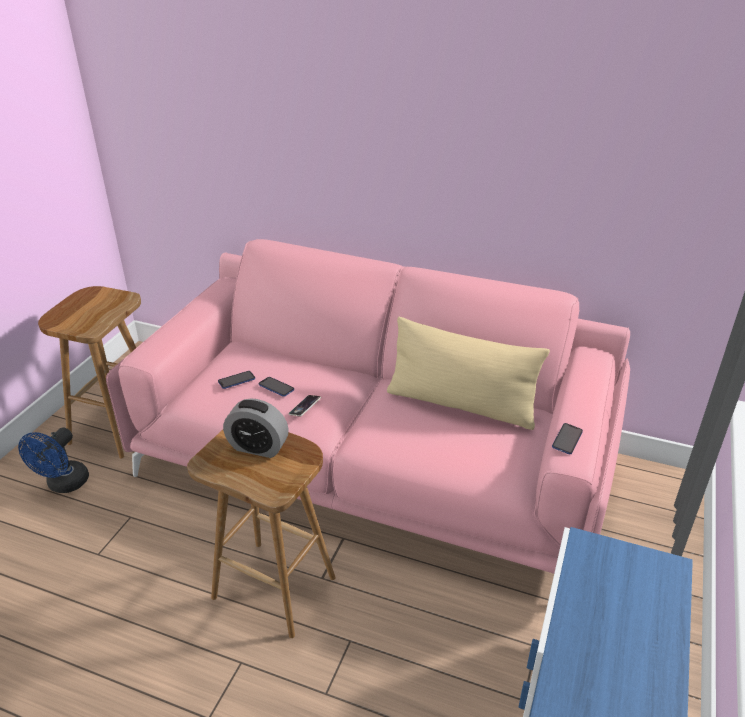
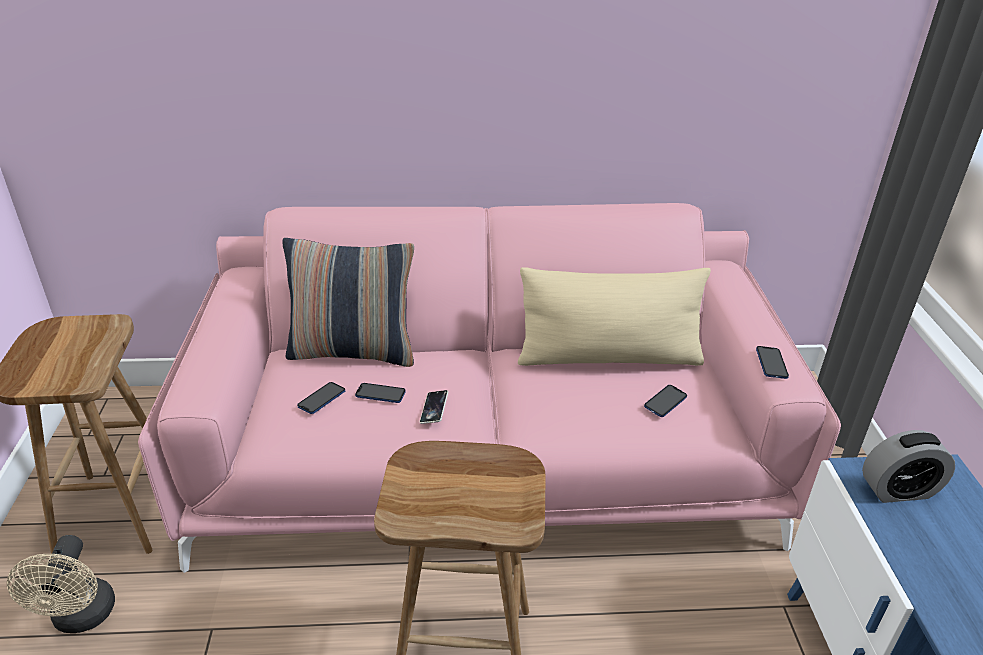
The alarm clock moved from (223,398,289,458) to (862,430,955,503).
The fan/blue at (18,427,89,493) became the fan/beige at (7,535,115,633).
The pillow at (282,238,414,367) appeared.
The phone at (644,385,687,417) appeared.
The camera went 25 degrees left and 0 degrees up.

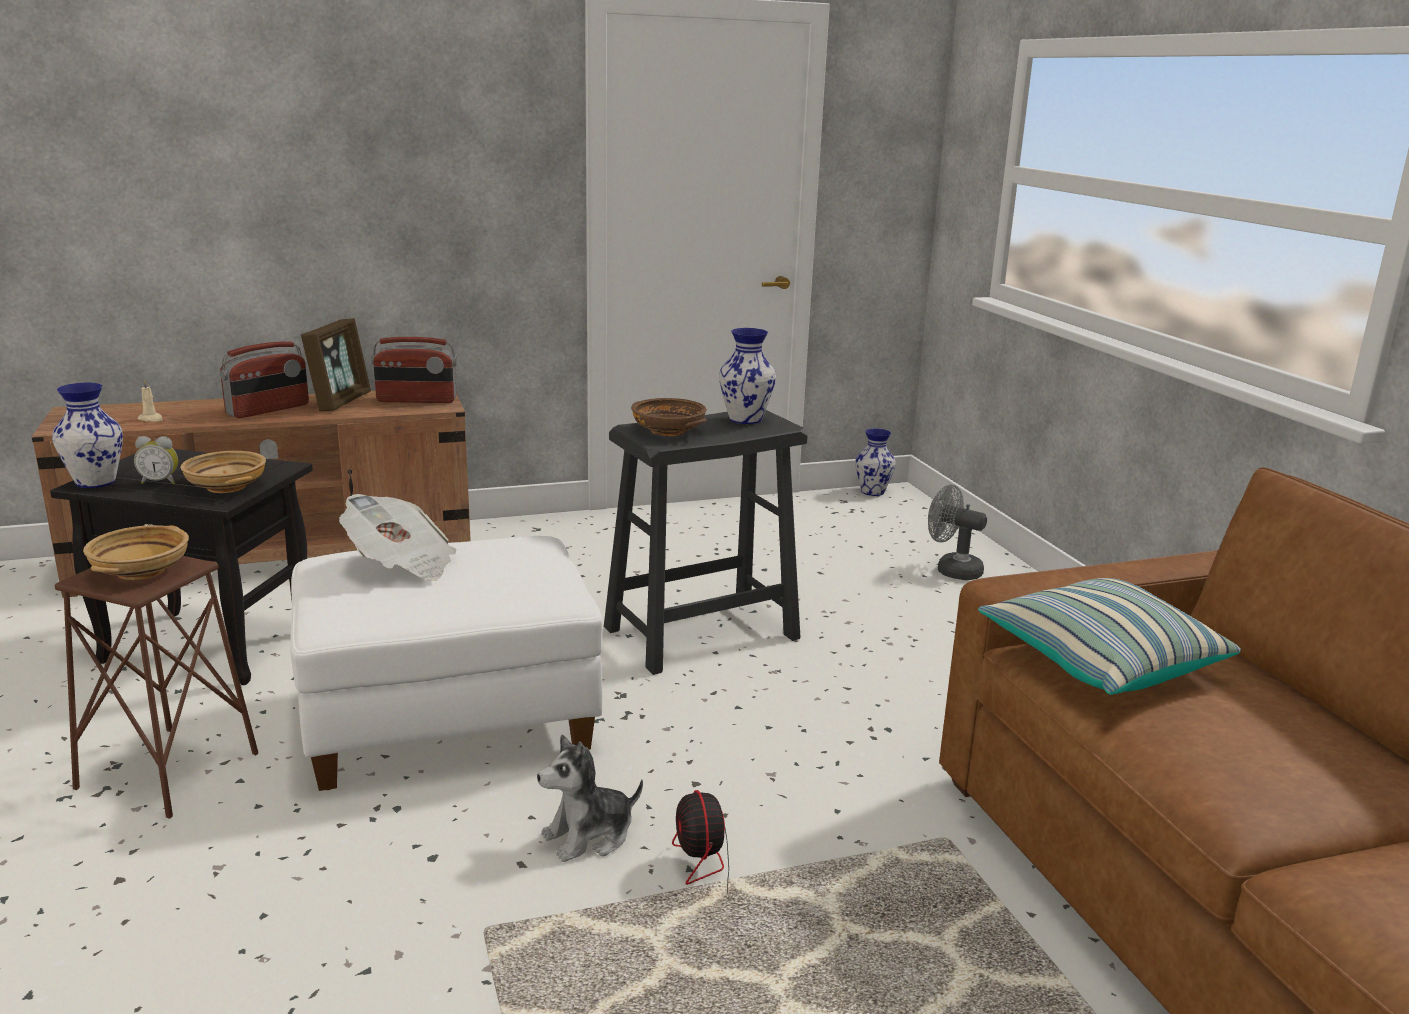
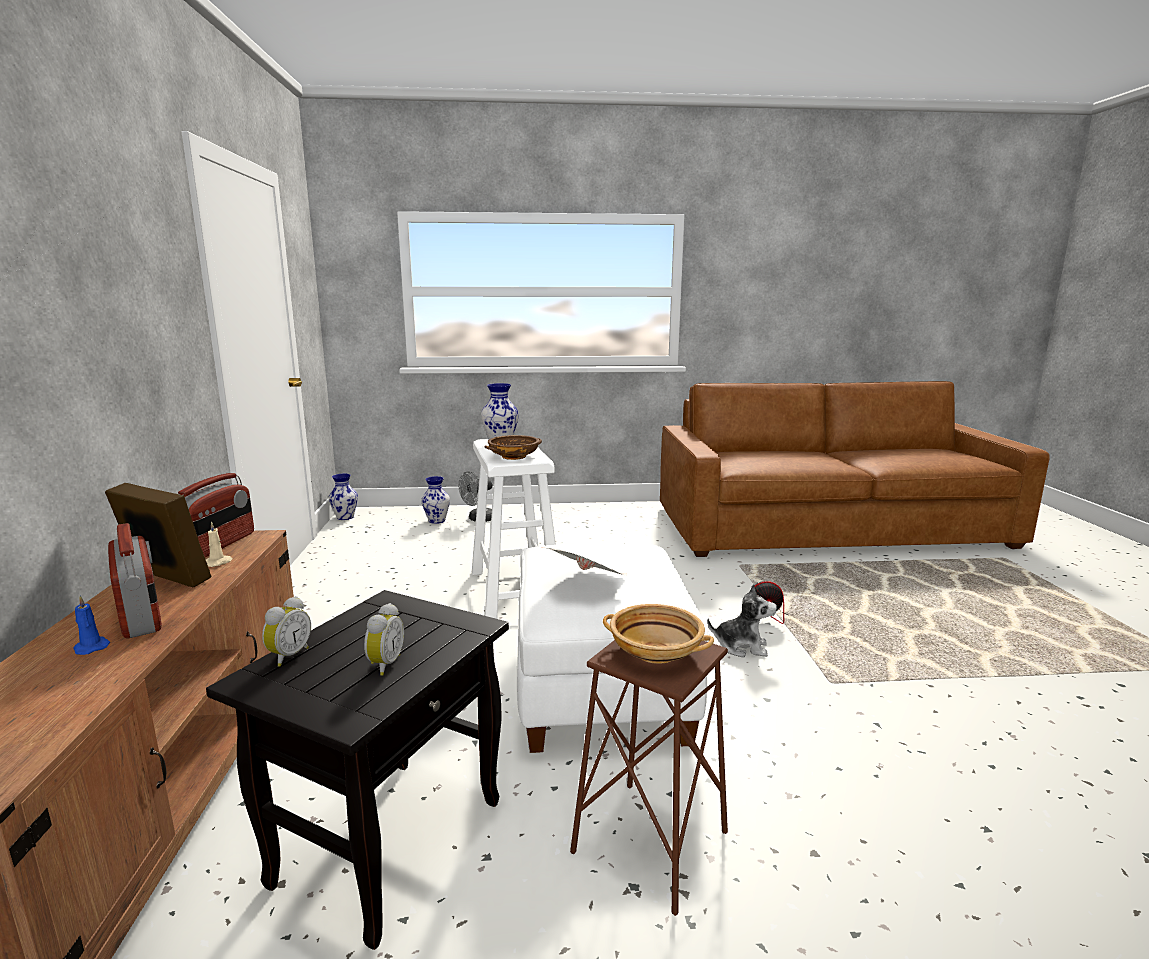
The candle/beige moved from (137,379,163,422) to (206,521,232,567).
The vase moved from (52,383,123,488) to (421,476,450,524).
The stool/black at (604,410,808,675) became the stool/white at (472,439,556,619).
The bowl/beige at (180,451,266,493) disappeared.
The pillow at (978,578,1241,695) disappeared.
The plush toy at (537,734,643,862) turned 60 degrees counterclockwise.
The candle/blue at (73,595,110,655) appeared.
The alarm clock at (262,596,311,667) appeared.
The camera went 75 degrees left and 5 degrees down.

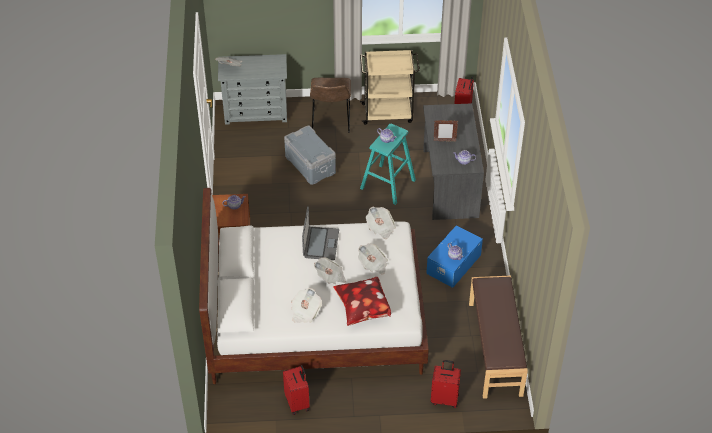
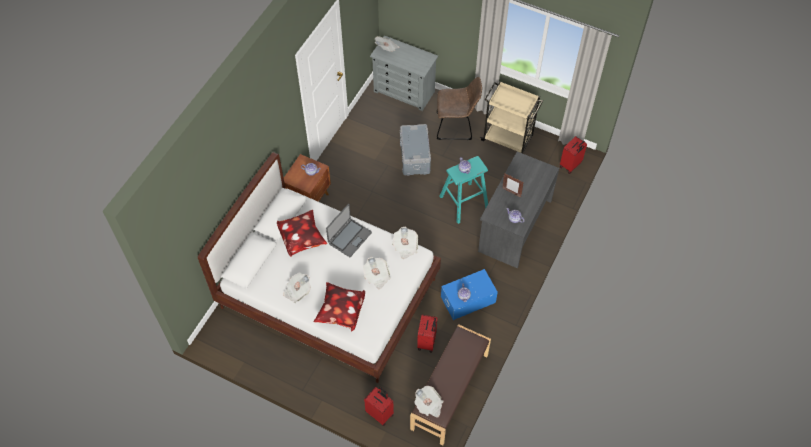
The chair/brown at (310,78,351,133) turned 120 degrees counterclockwise.
The newspaper moved from (314,257,346,284) to (415,386,443,418).
The suitcase/red moved from (283,365,310,415) to (417,315,437,352).
The pillow at (277,210,327,257) appeared.
The camera went 30 degrees right and 10 degrees up.

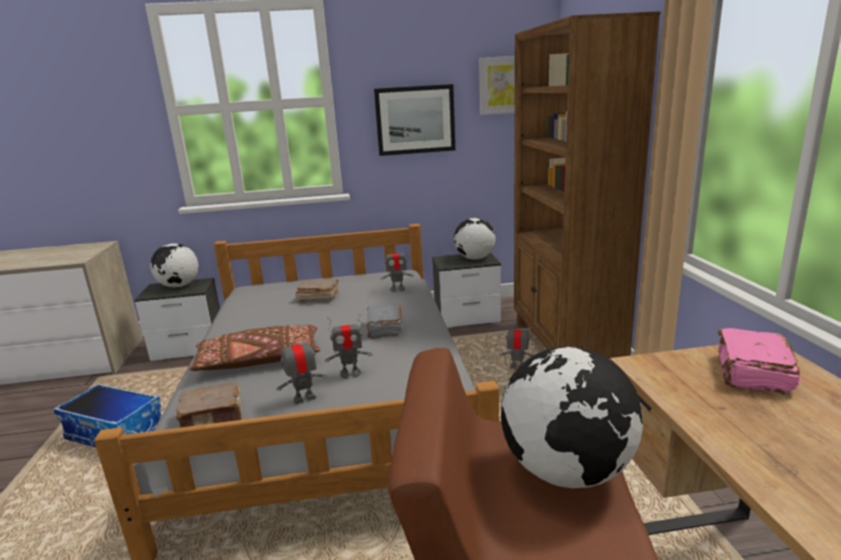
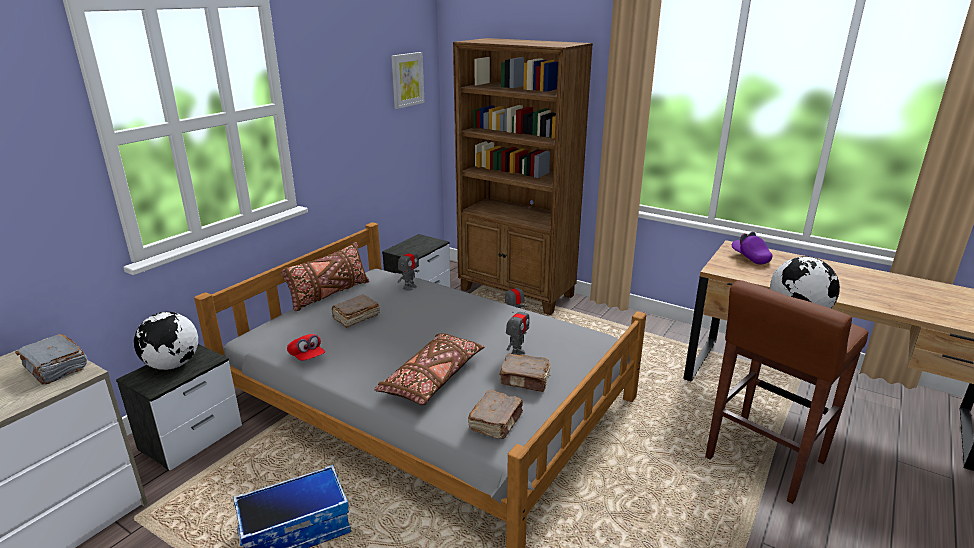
The picture at (374,84,455,156) disappeared.
The globe at (454,218,496,260) disappeared.
The book/grey moved from (367,304,403,338) to (15,334,87,385).
The book/pink at (718,328,801,395) was replaced by the cap/purple at (732,232,773,264).
The toy robot at (277,331,328,404) was replaced by the book/brown at (499,354,551,392).
The pillow/brown at (281,242,369,311) appeared.
The cap/red at (287,334,325,361) appeared.
The camera went 50 degrees left and 5 degrees up.

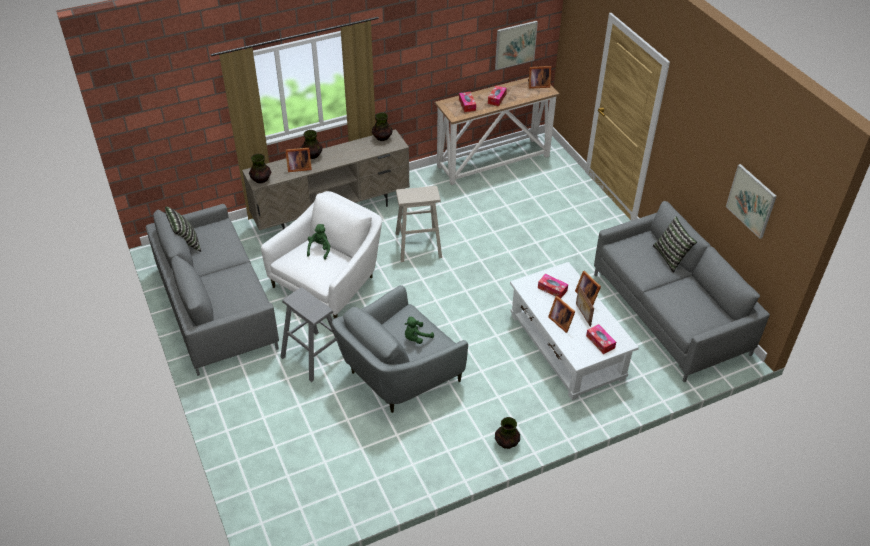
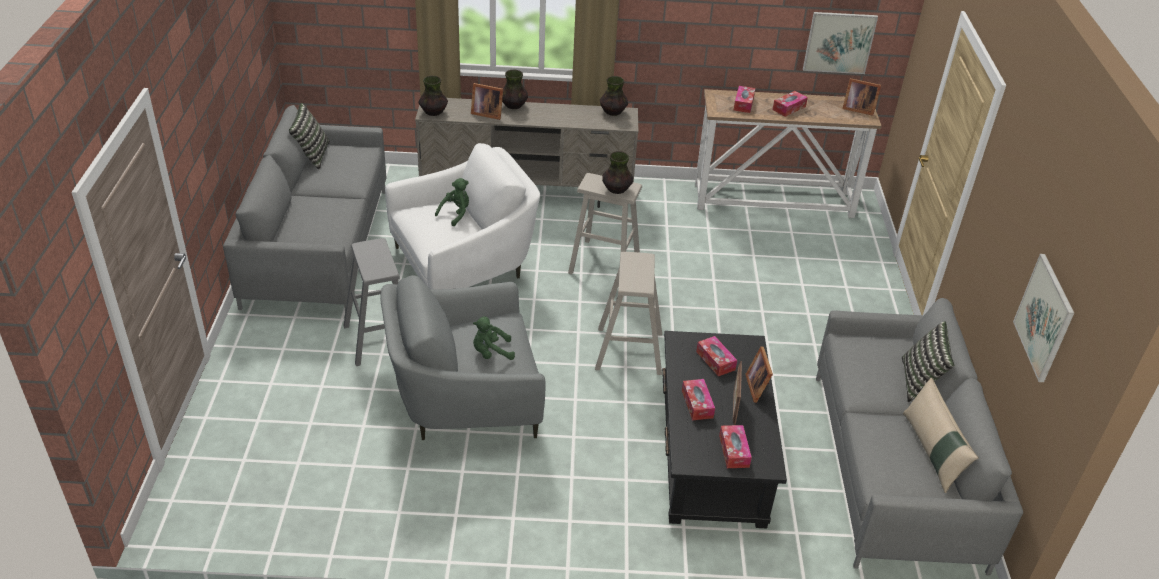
The coffee table/white at (510,262,639,400) became the coffee table/black at (662,331,787,528).
The picture frame at (548,296,575,333) was replaced by the tissue box at (682,379,715,420).
The vase moved from (495,417,520,449) to (602,151,633,194).
The stool/beige at (595,252,662,375) appeared.
The pillow/beige at (903,378,979,493) appeared.
The camera went 25 degrees right and 5 degrees down.

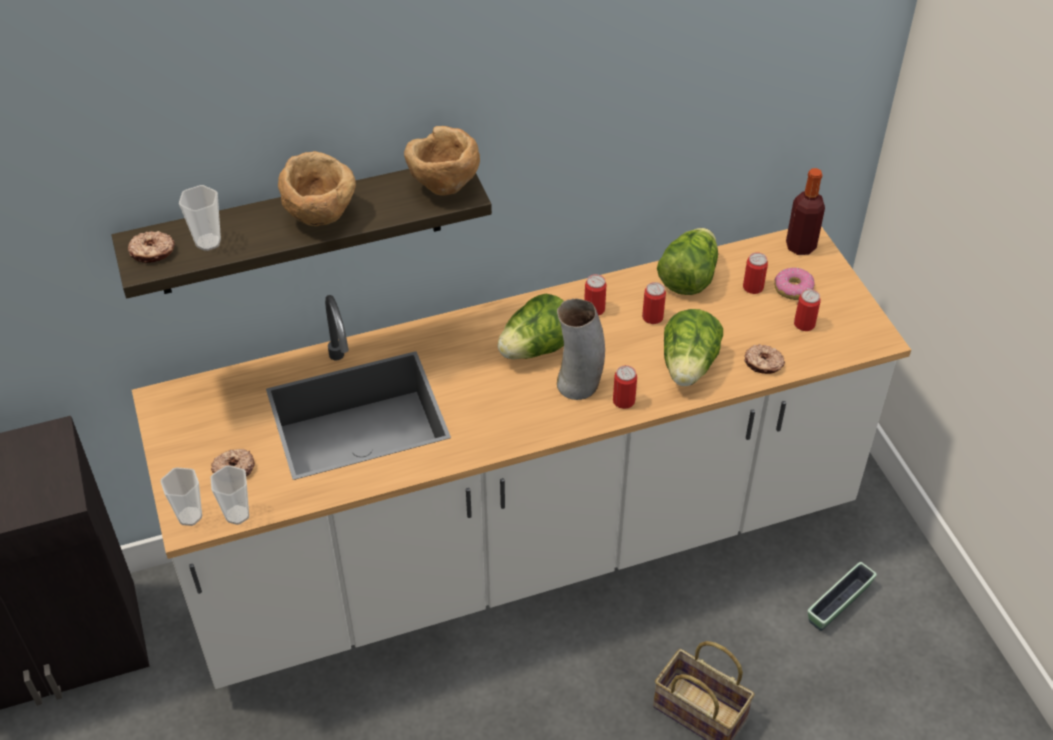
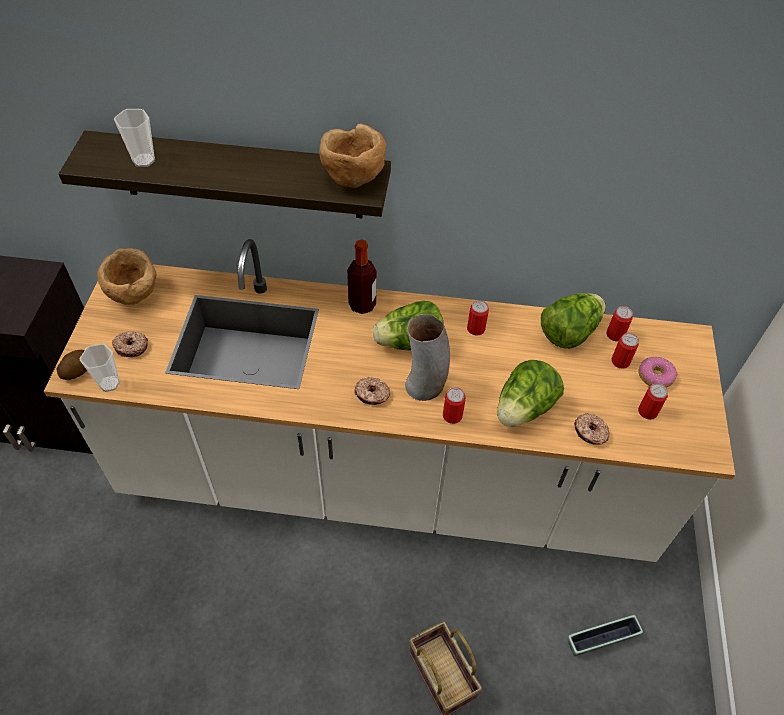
The bowl/brown moved from (278,151,356,226) to (97,248,156,305).
The bottle moved from (786,168,825,255) to (347,239,377,314).
The donut moved from (128,231,175,263) to (354,377,390,405).
The can moved from (642,282,666,324) to (606,306,633,342).
The cup at (160,467,202,526) was replaced by the potato at (57,350,87,380).
The camera went 25 degrees right and 5 degrees up.

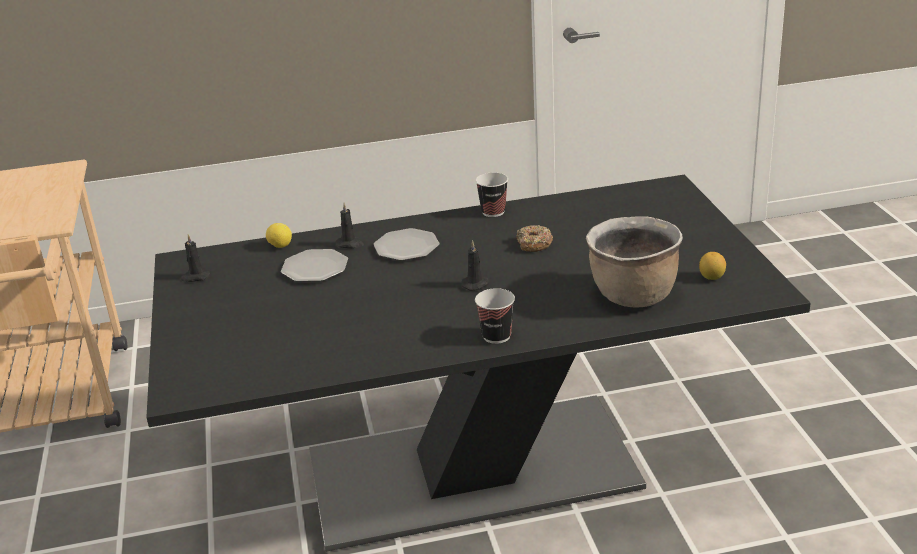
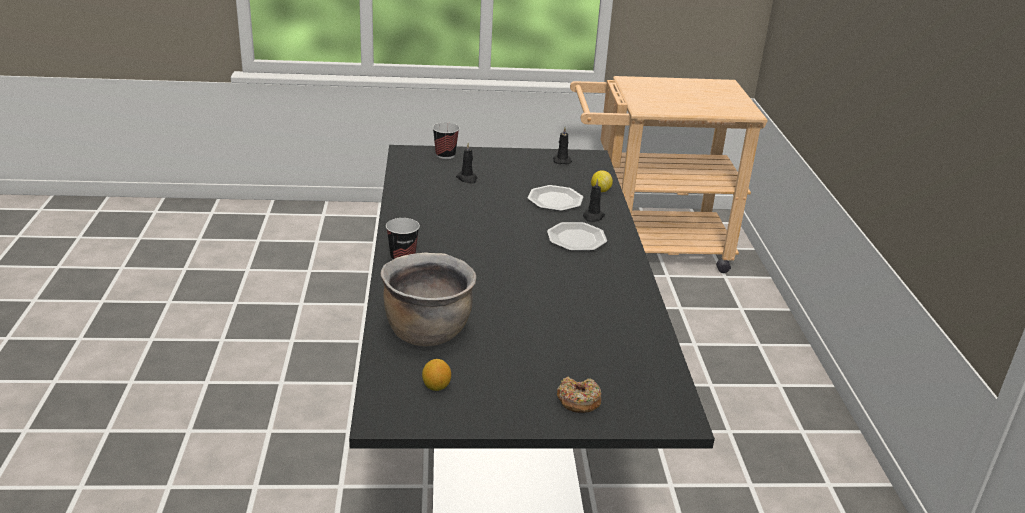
The cup moved from (475,173,508,217) to (433,123,460,159).
The donut moved from (516,225,553,252) to (557,377,601,413).
The candle/black moved from (461,240,489,291) to (456,143,477,184).
The camera went 95 degrees right and 0 degrees up.

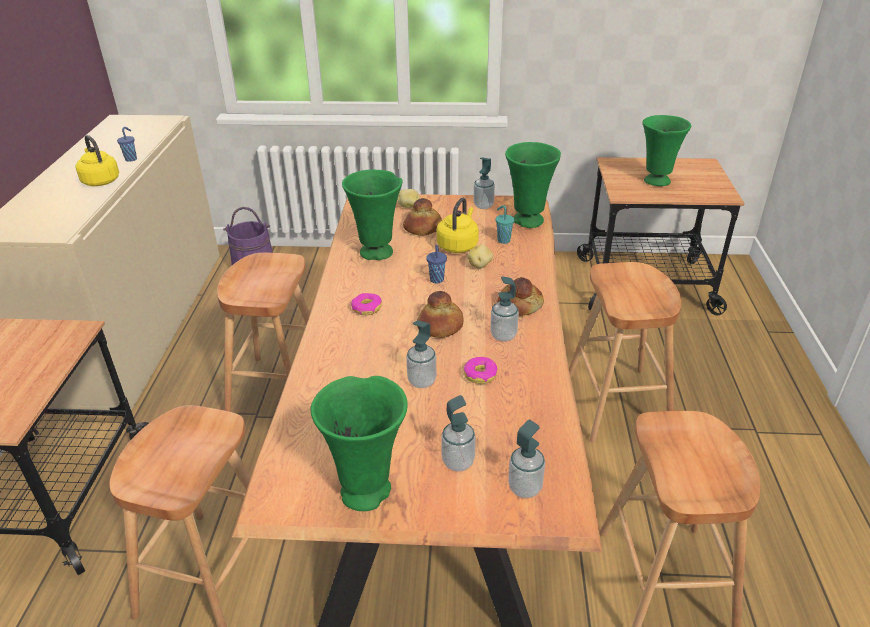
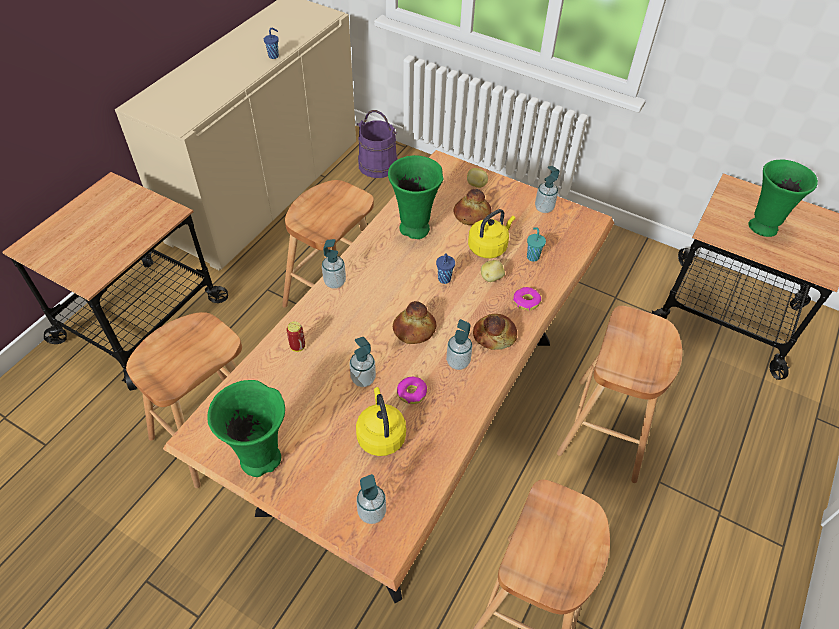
The kettle/yellow moved from (76,135,119,186) to (356,387,406,456).
The vase/green at (505,142,561,228) disappeared.
The donut moved from (351,293,382,315) to (513,287,541,311).
The soap dispenser moved from (441,395,476,472) to (322,239,346,289).
The can at (286,321,305,352) appeared.
The camera went 25 degrees right and 15 degrees up.

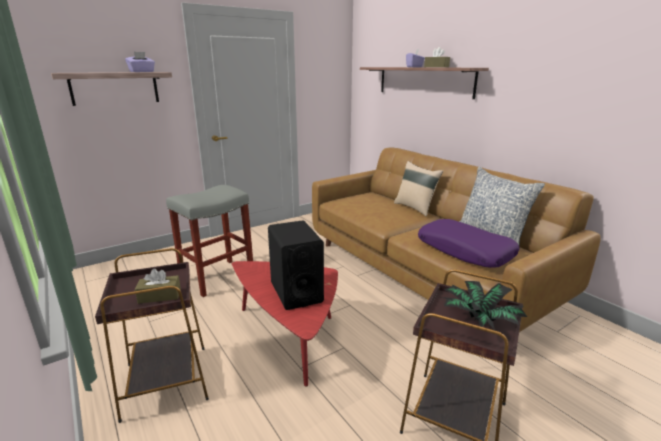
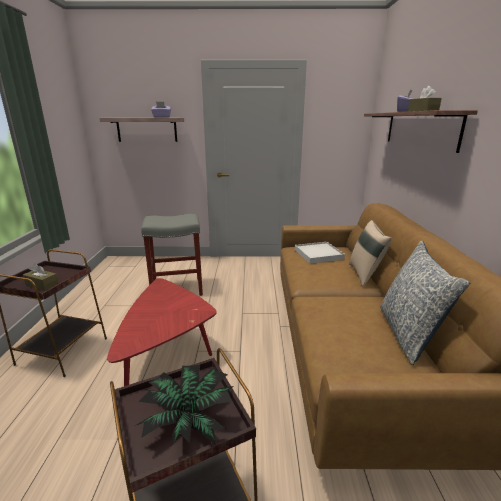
The pillow/purple at (418,219,520,268) disappeared.
The speaker/black at (268,220,324,310) disappeared.
The tray/white at (295,242,345,264) appeared.
The camera went 35 degrees right and 0 degrees up.

